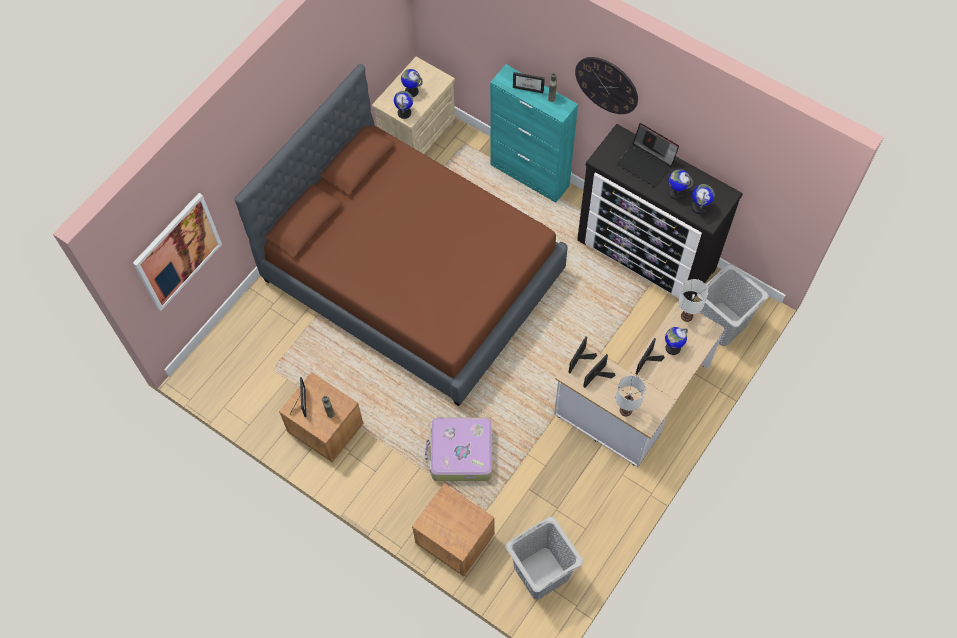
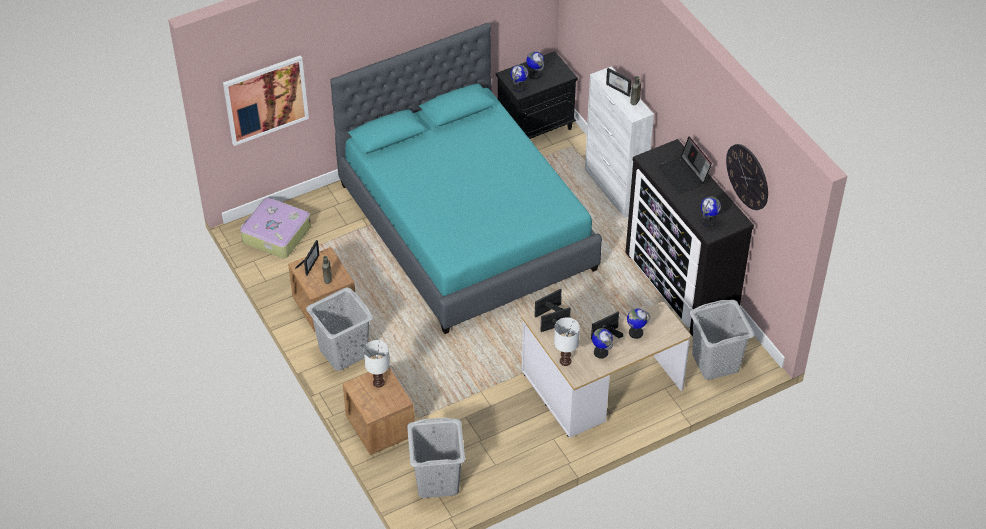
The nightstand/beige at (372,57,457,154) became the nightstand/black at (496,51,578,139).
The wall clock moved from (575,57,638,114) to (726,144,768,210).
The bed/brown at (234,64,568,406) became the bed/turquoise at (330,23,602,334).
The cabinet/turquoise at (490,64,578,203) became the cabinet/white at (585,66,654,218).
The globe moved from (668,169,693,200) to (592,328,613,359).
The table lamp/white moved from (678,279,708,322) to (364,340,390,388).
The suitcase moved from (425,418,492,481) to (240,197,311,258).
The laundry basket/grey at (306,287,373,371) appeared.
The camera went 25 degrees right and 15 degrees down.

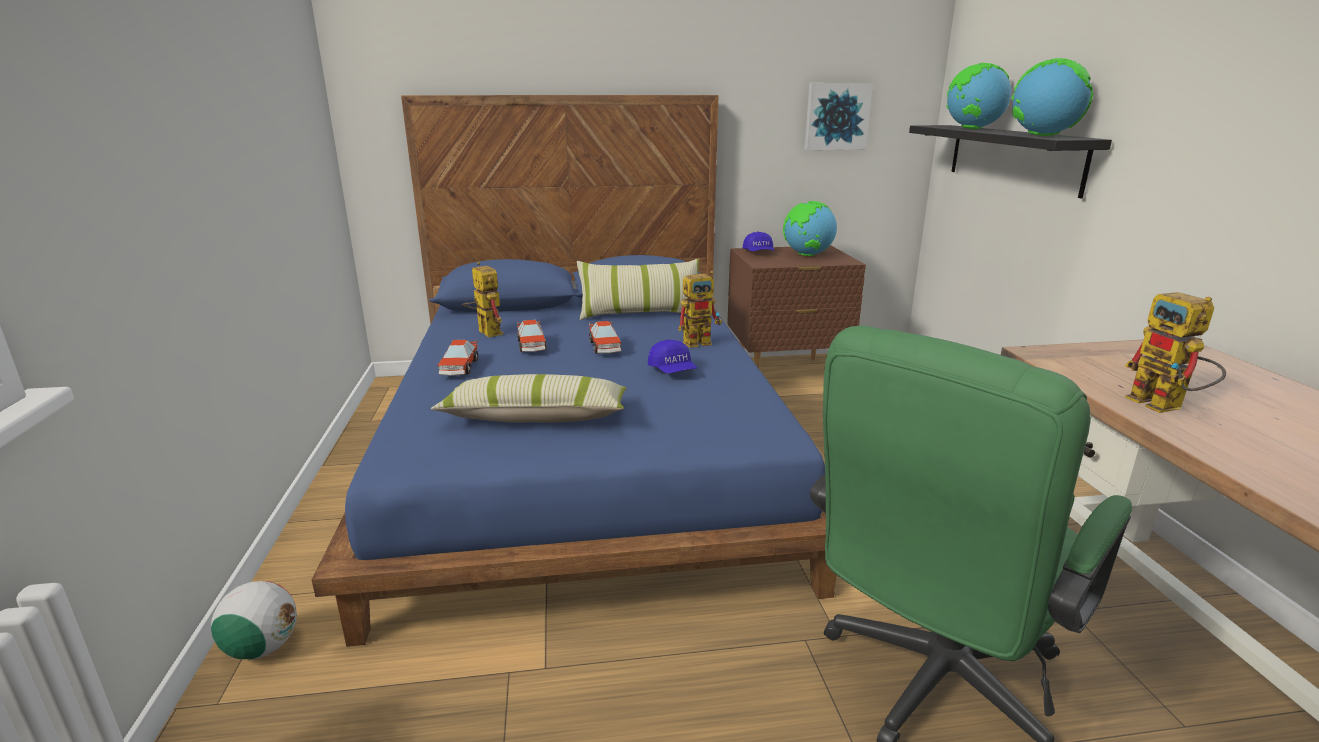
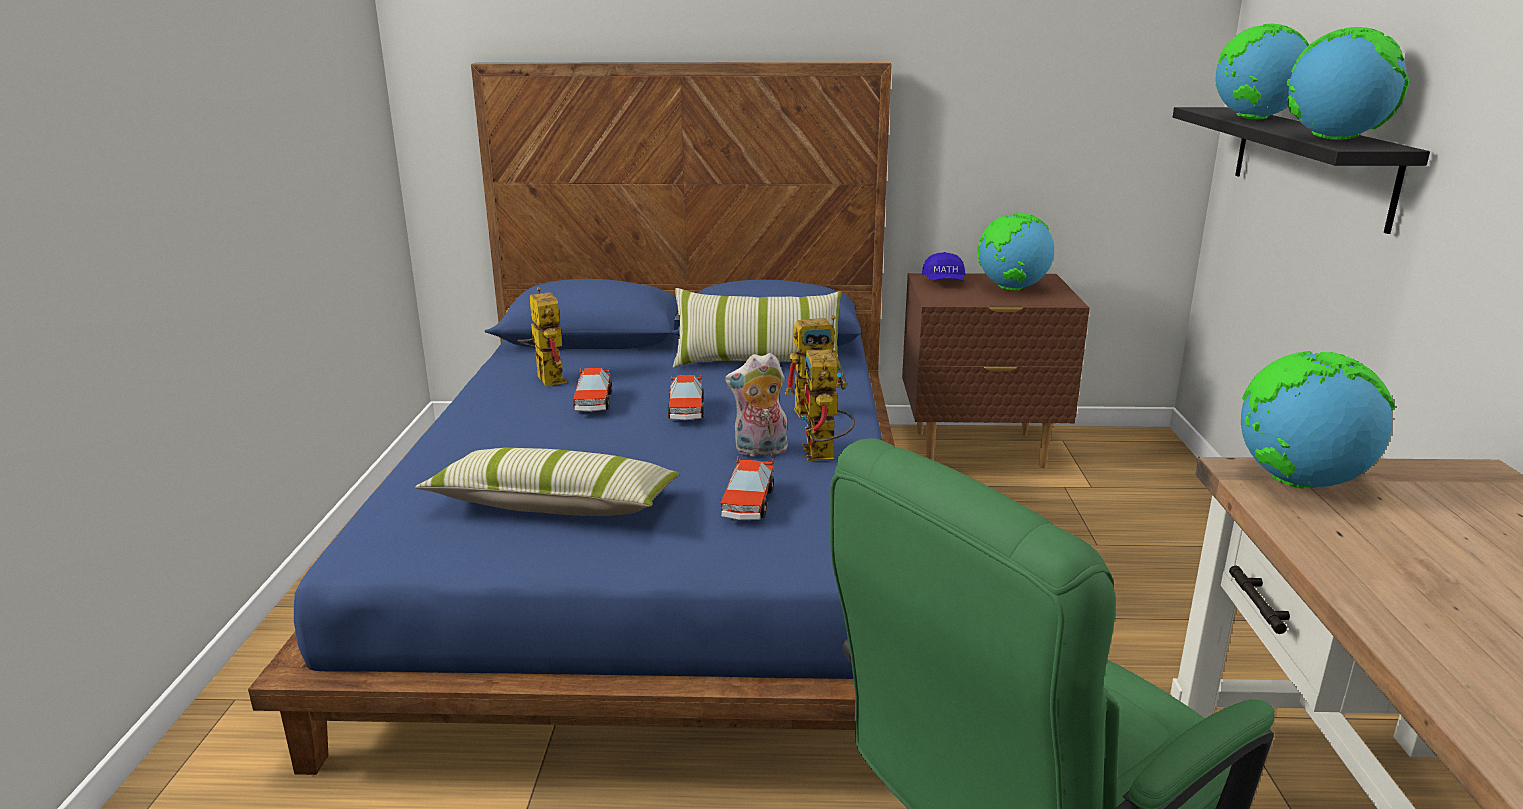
The picture at (804,83,873,150) disappeared.
The toy robot moved from (1125,292,1226,413) to (801,349,855,461).
The toy car moved from (438,340,478,376) to (721,457,774,520).
The cap/blue at (648,340,697,374) was replaced by the plush toy at (725,353,788,458).
The football at (211,581,297,659) disappeared.
The globe at (1241,351,1395,489) appeared.
The camera went 10 degrees right and 0 degrees up.

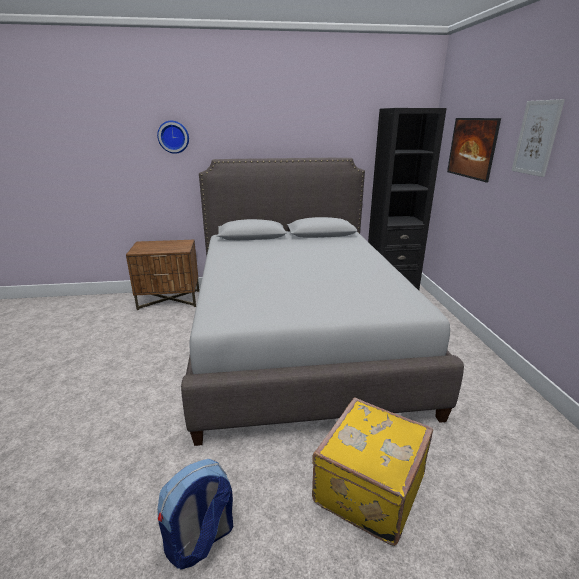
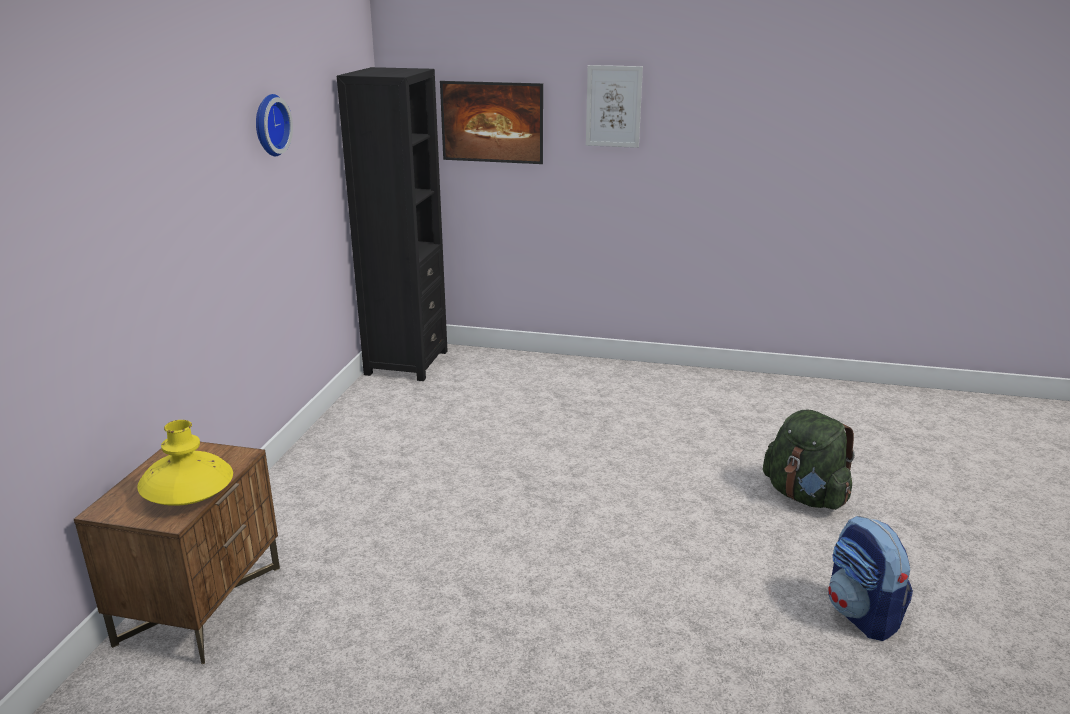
The wall clock moved from (157,121,189,154) to (256,94,293,156).
The bed/grey at (181,158,464,446) disappeared.
The suitcase/yellow at (312,398,433,546) was replaced by the backpack/green at (763,409,855,510).
The vase/yellow at (137,420,233,506) appeared.
The camera went 70 degrees left and 0 degrees up.

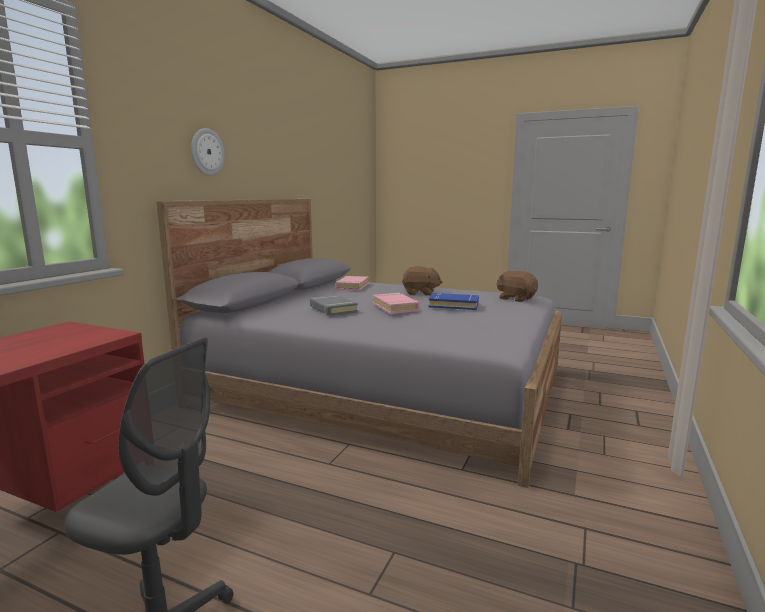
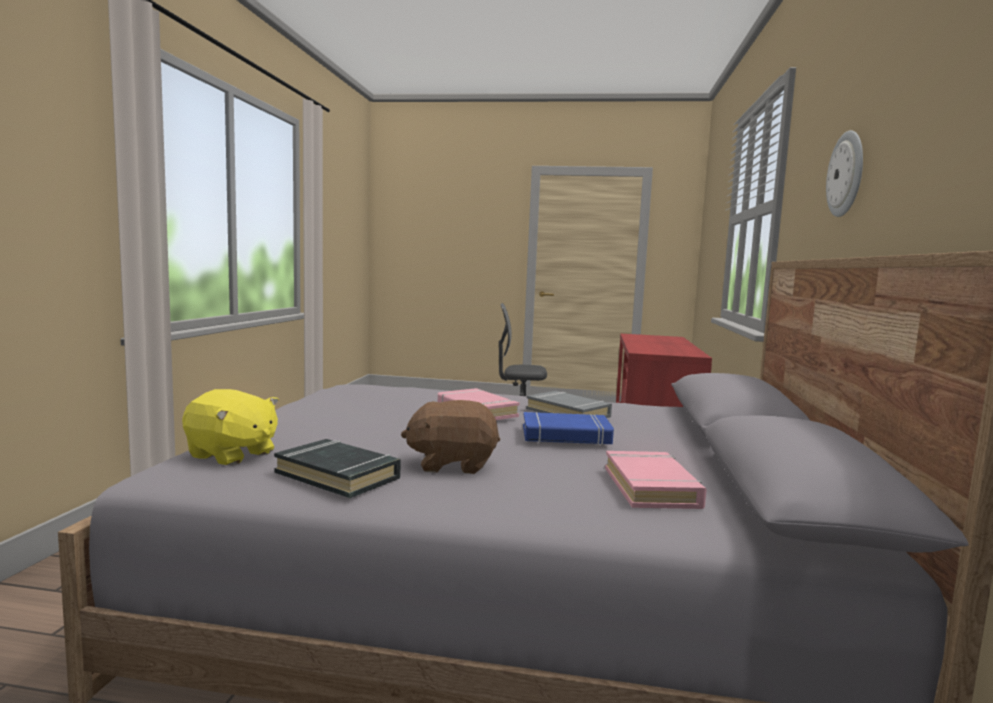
The plush toy/brown at (496,271,538,302) became the plush toy/yellow at (182,389,279,466).
The book/blue moved from (429,293,479,310) to (523,412,614,445).
The book/black at (274,439,401,498) appeared.
The camera went 165 degrees right and 5 degrees down.

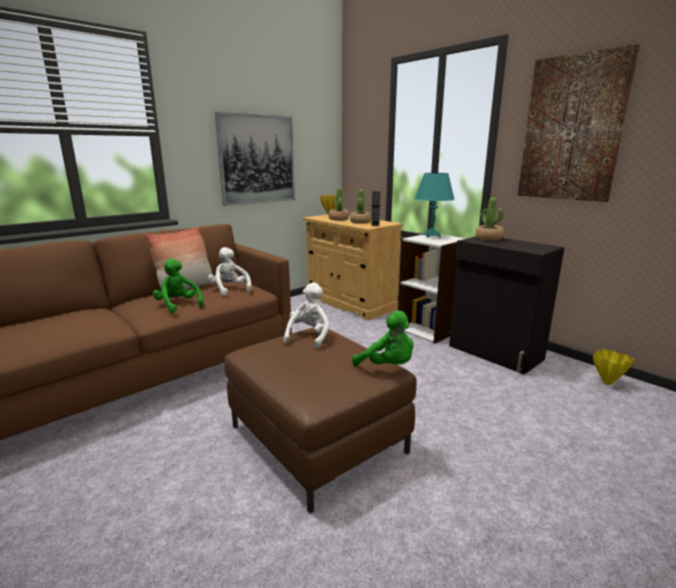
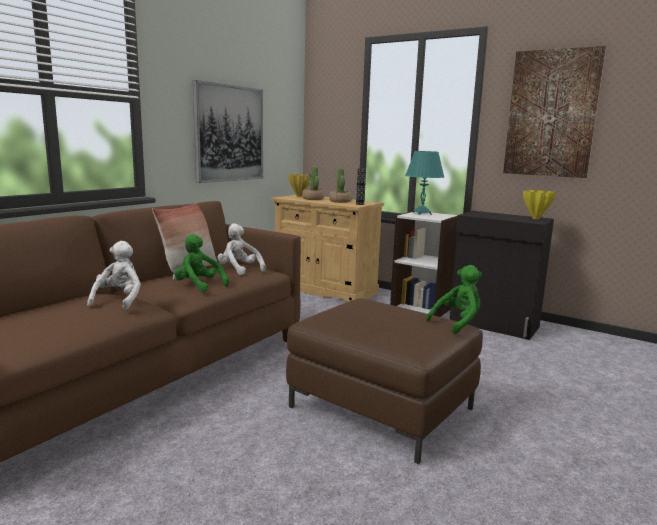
The potted plant at (476,197,505,241) disappeared.
The plush toy/white moved from (284,282,330,349) to (87,241,141,310).
The plush toy/green at (352,311,414,366) turned 60 degrees counterclockwise.
The vase/yellow moved from (593,349,635,385) to (523,190,556,219).
The camera went 15 degrees left and 5 degrees down.

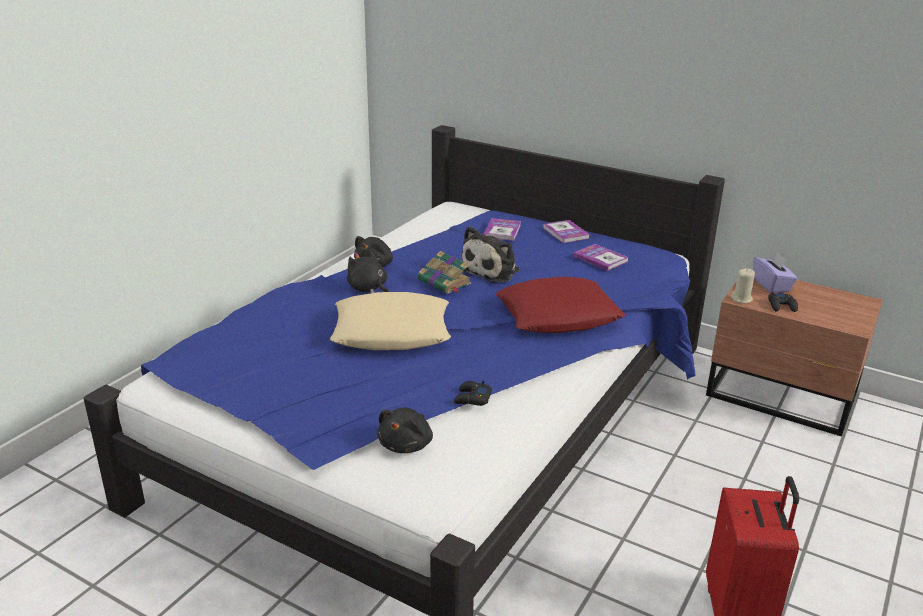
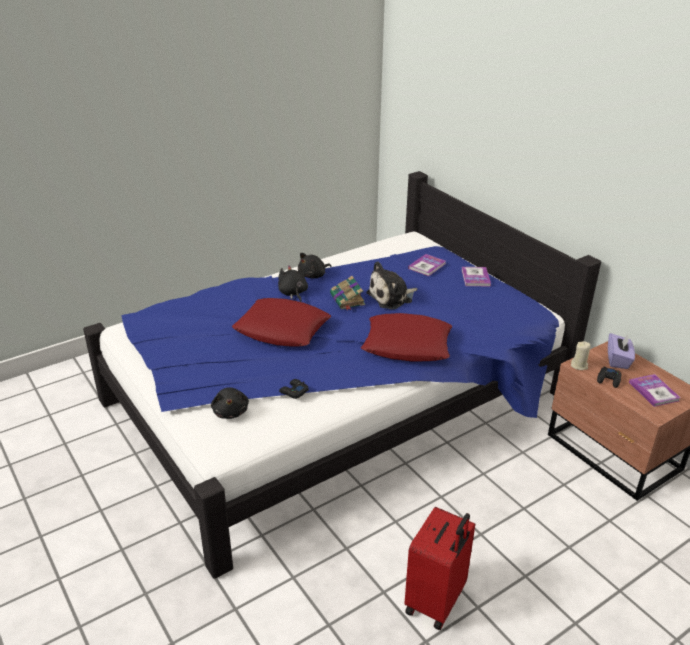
The book moved from (573,244,629,271) to (629,374,680,407).
The pillow/beige at (330,292,451,350) became the pillow/red at (232,298,331,347).
The plush toy/black at (378,408,433,453) turned 60 degrees counterclockwise.
The camera went 25 degrees right and 5 degrees up.

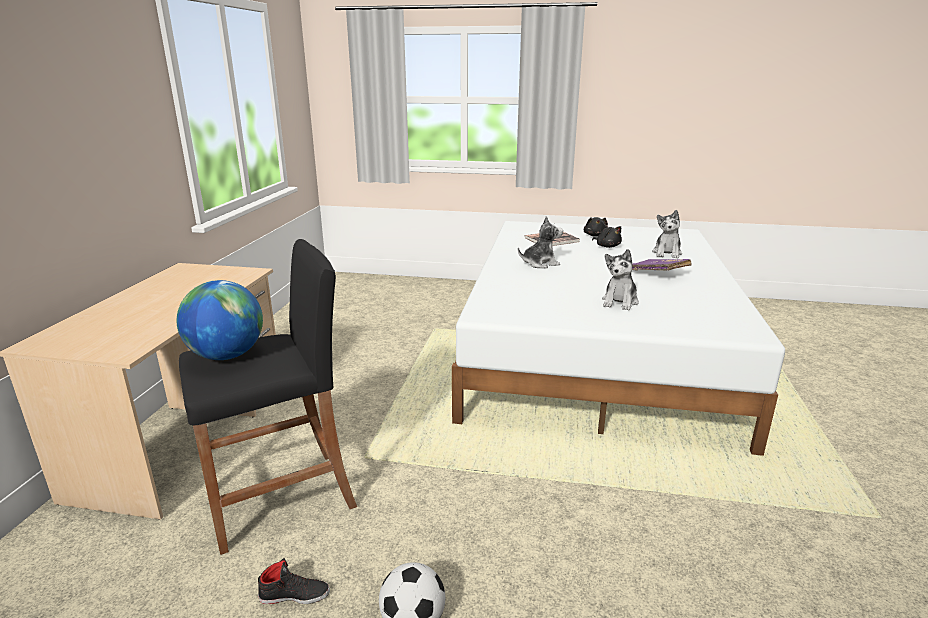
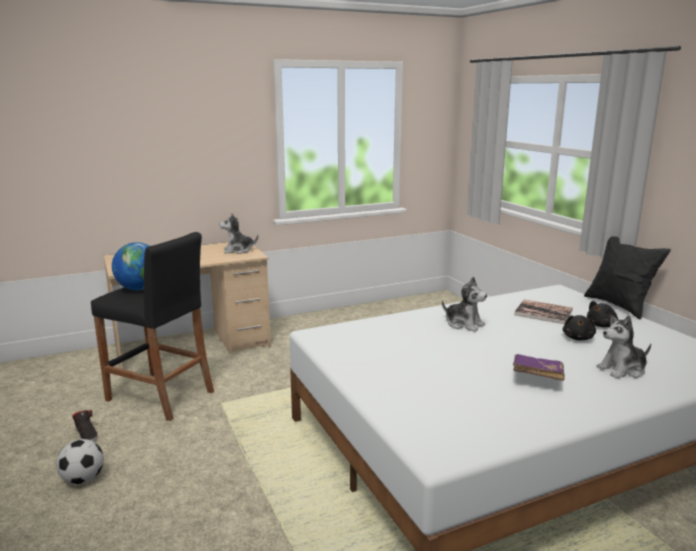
The plush toy moved from (602,249,639,311) to (219,213,258,254).
The pillow/black at (584,236,671,319) appeared.
The camera went 55 degrees right and 5 degrees down.

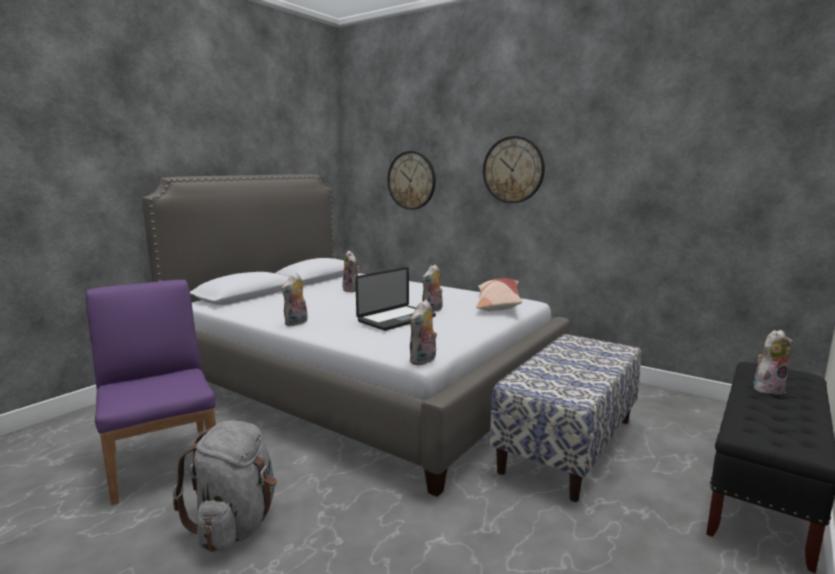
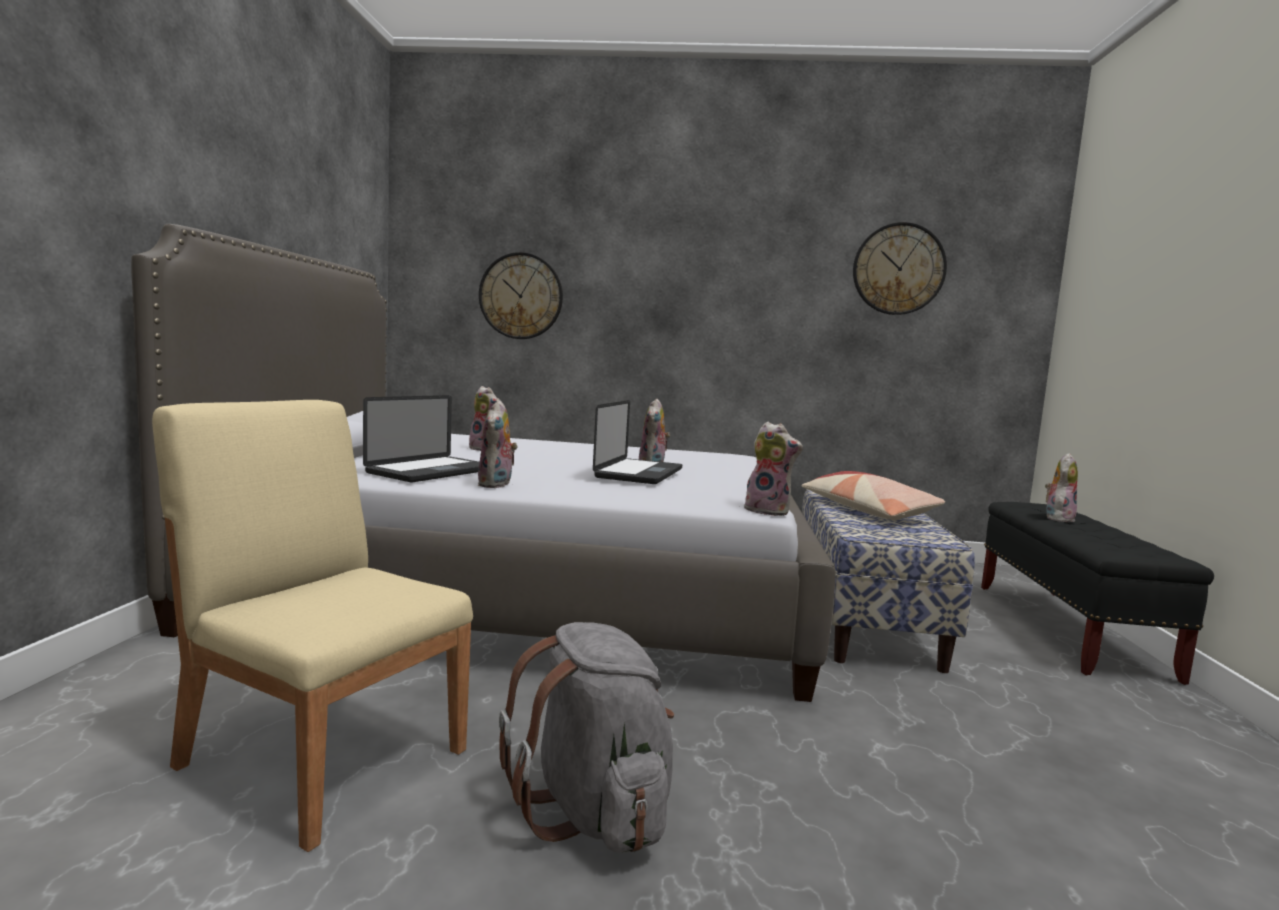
The wall clock moved from (483,136,545,203) to (853,222,947,315).
The pillow moved from (476,278,522,311) to (801,471,945,520).
The chair/purple at (86,280,216,505) became the chair/beige at (152,400,473,852).
The plush toy at (409,300,437,365) turned 60 degrees counterclockwise.
The laptop at (363,395,479,482) appeared.
The camera went 30 degrees left and 5 degrees down.

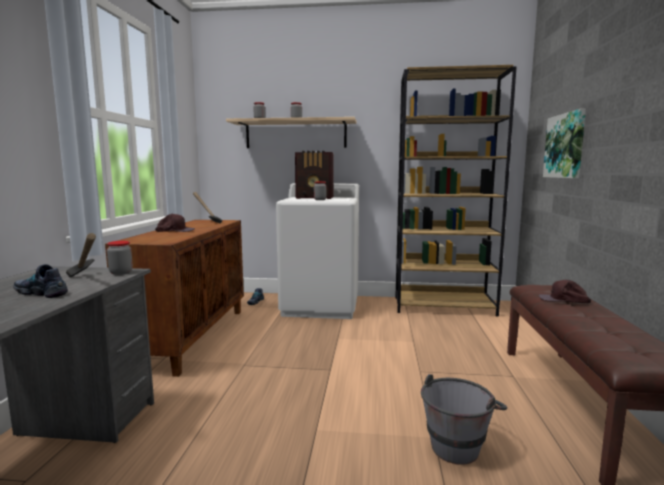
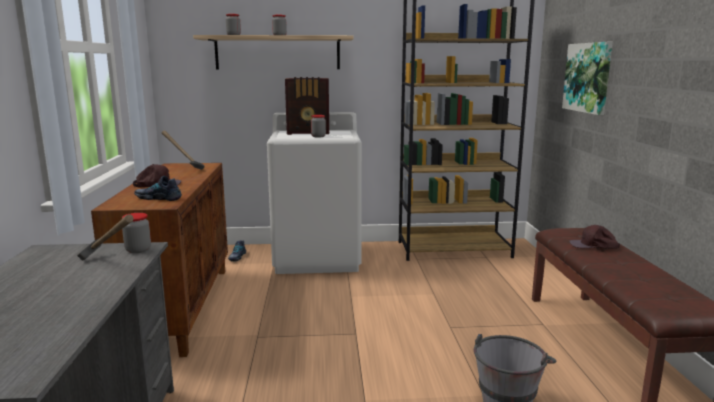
The shoe moved from (13,264,68,298) to (134,176,182,201).
The camera went 10 degrees left and 5 degrees up.

